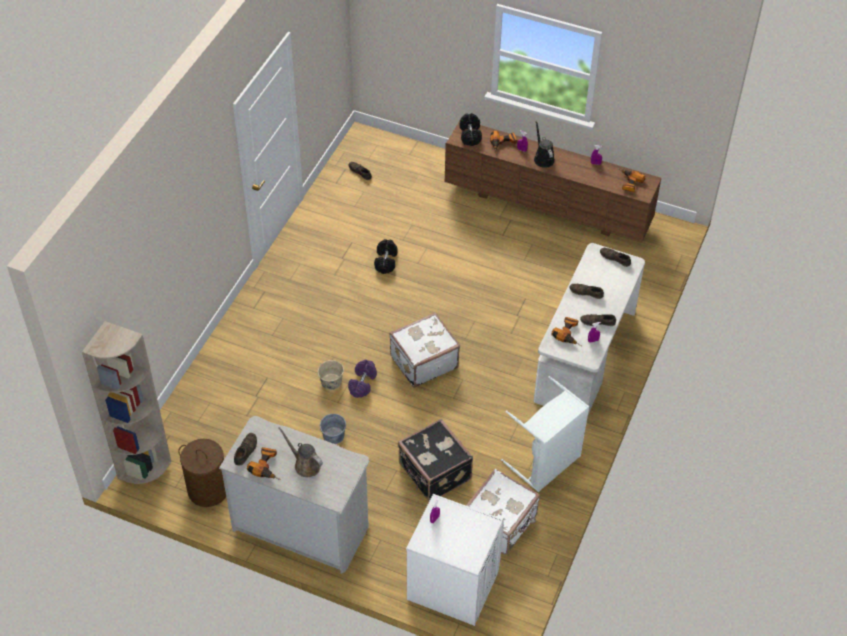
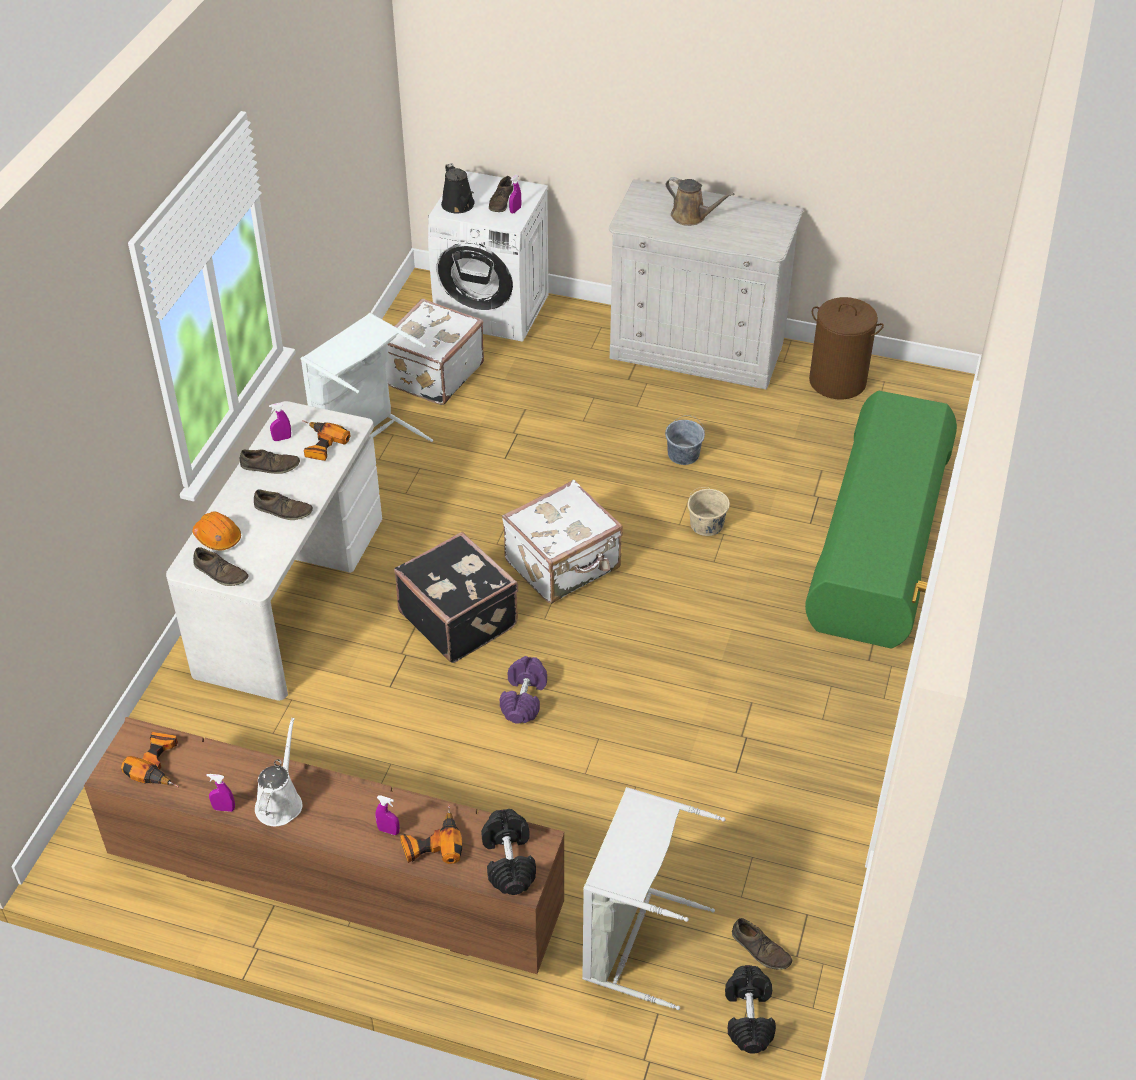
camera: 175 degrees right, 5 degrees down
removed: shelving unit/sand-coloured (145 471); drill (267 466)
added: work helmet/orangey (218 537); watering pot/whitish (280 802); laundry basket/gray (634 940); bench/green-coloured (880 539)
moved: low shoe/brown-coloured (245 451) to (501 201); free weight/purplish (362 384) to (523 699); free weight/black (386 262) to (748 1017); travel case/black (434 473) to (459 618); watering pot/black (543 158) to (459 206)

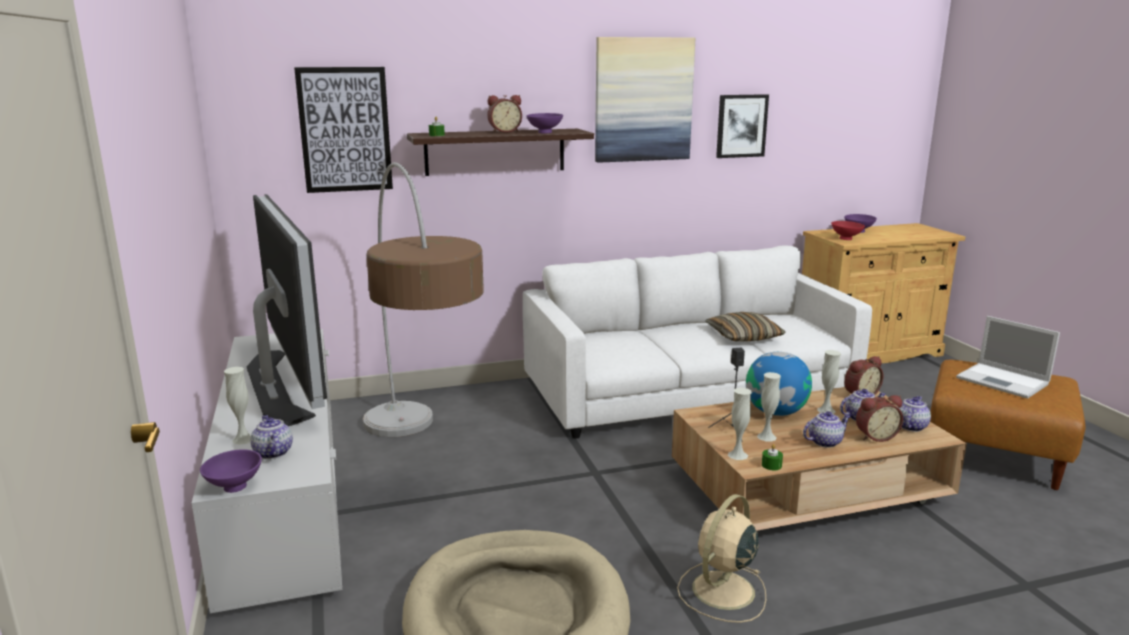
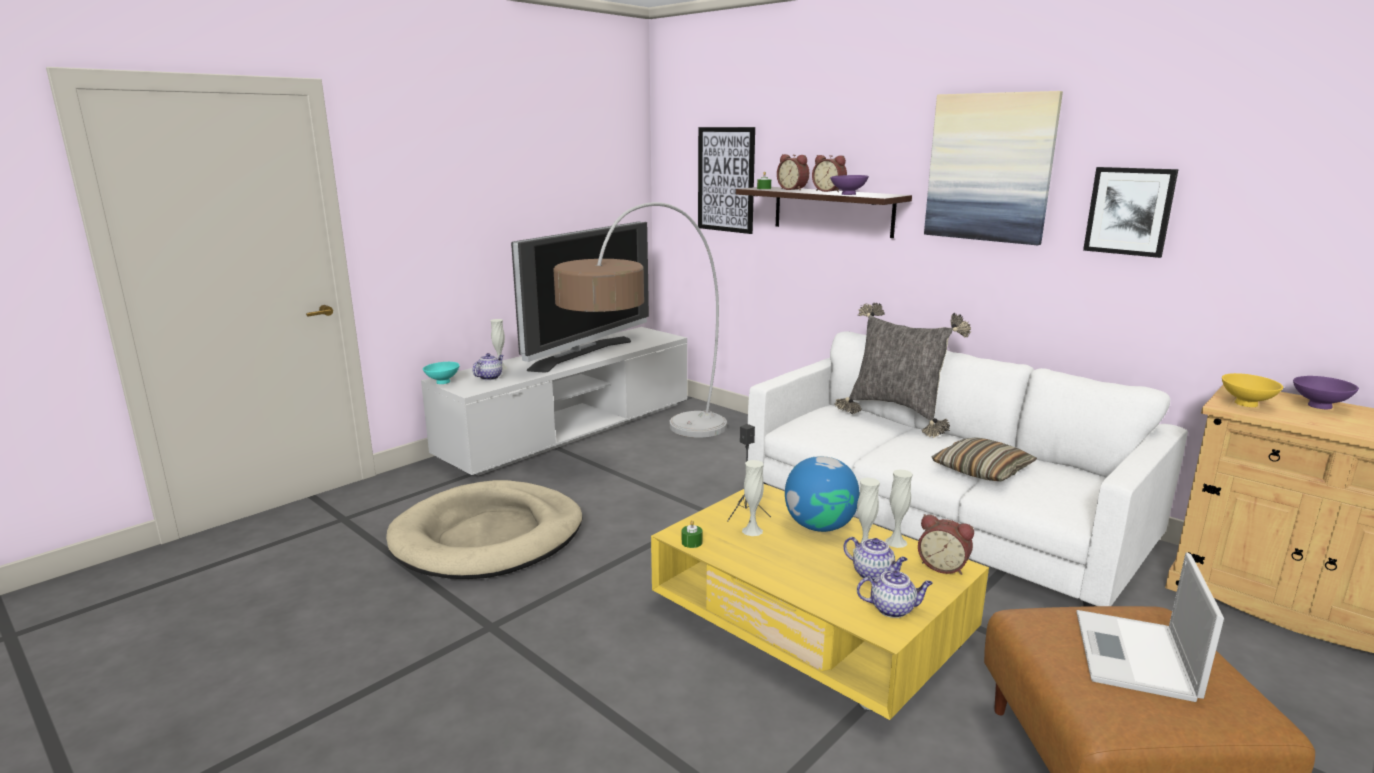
camera: 60 degrees right, 0 degrees up
removed: cooling fan/sand-coloured (722 591); pot for tea (825 442)
added: cushion (897 421)
moved: vase/whitish (737 455) to (896 542); bedside clock (875 436) to (793 189)
recoloured: serving bowl/purplish (235 488) to serving bowl/blue-green (442 382); low table/brown-coloured (807 488) to low table/yellowish (809 623); serving bowl/red (846 238) to serving bowl/yellowish (1248 404)

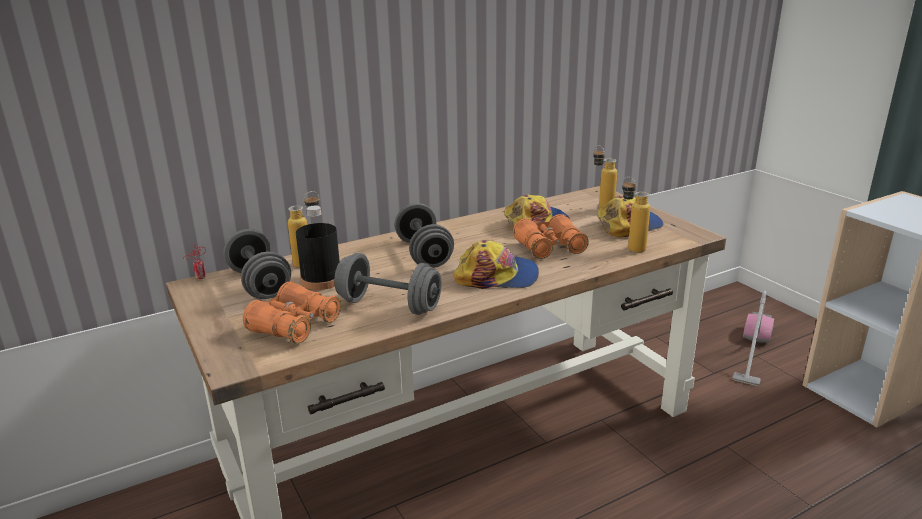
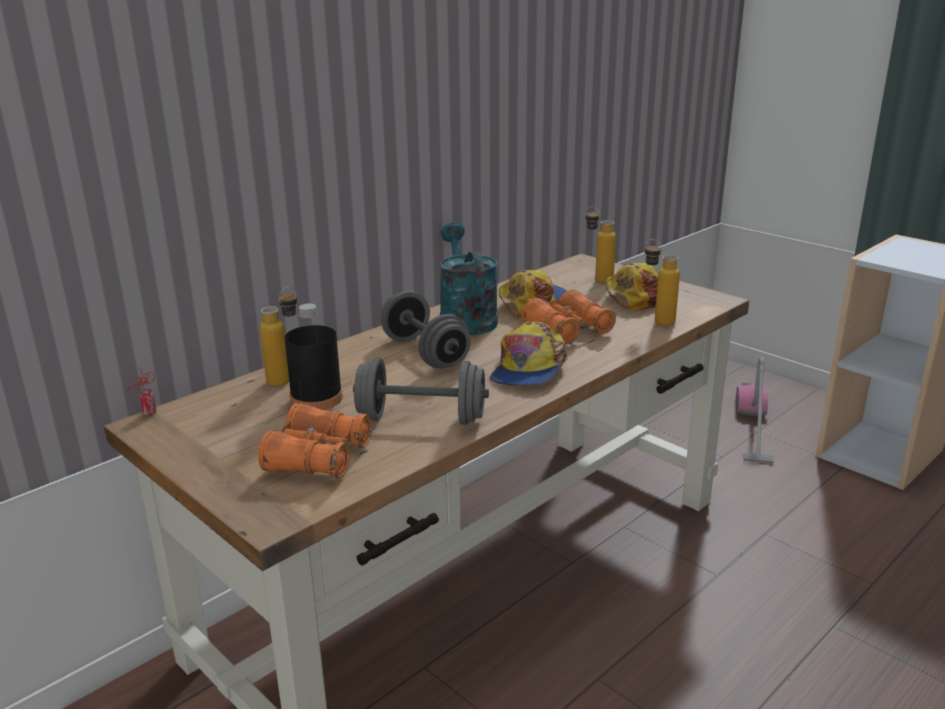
camera: 15 degrees left, 0 degrees up
removed: free weight/gray (259 284)
added: watering pot/blue-green (465 318)
turned: cap (497 276) = (528 369) 120 degrees clockwise

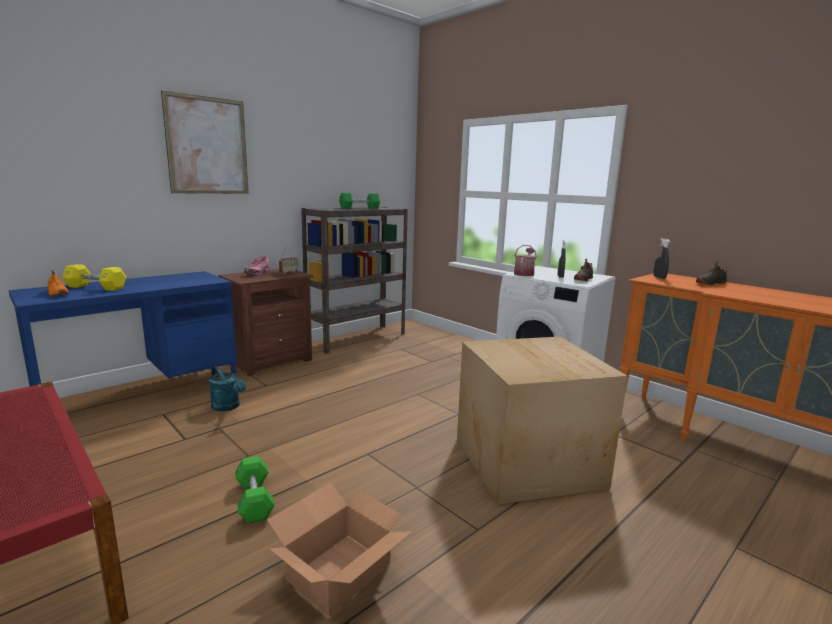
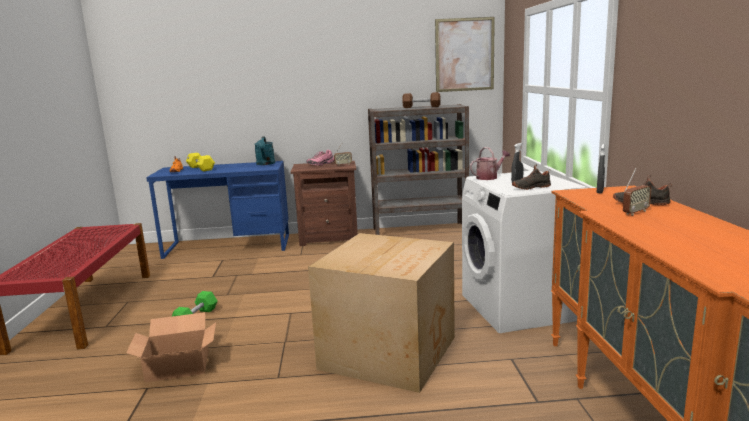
camera: 40 degrees right, 0 degrees up
added: radio (635 212)
moved: wall art (207 146) to (464 54); watering pot/blue-green (228 407) to (265 164)
recoloured: free weight/green-coloured (359 208) to free weight/brown-coloured (421 107)

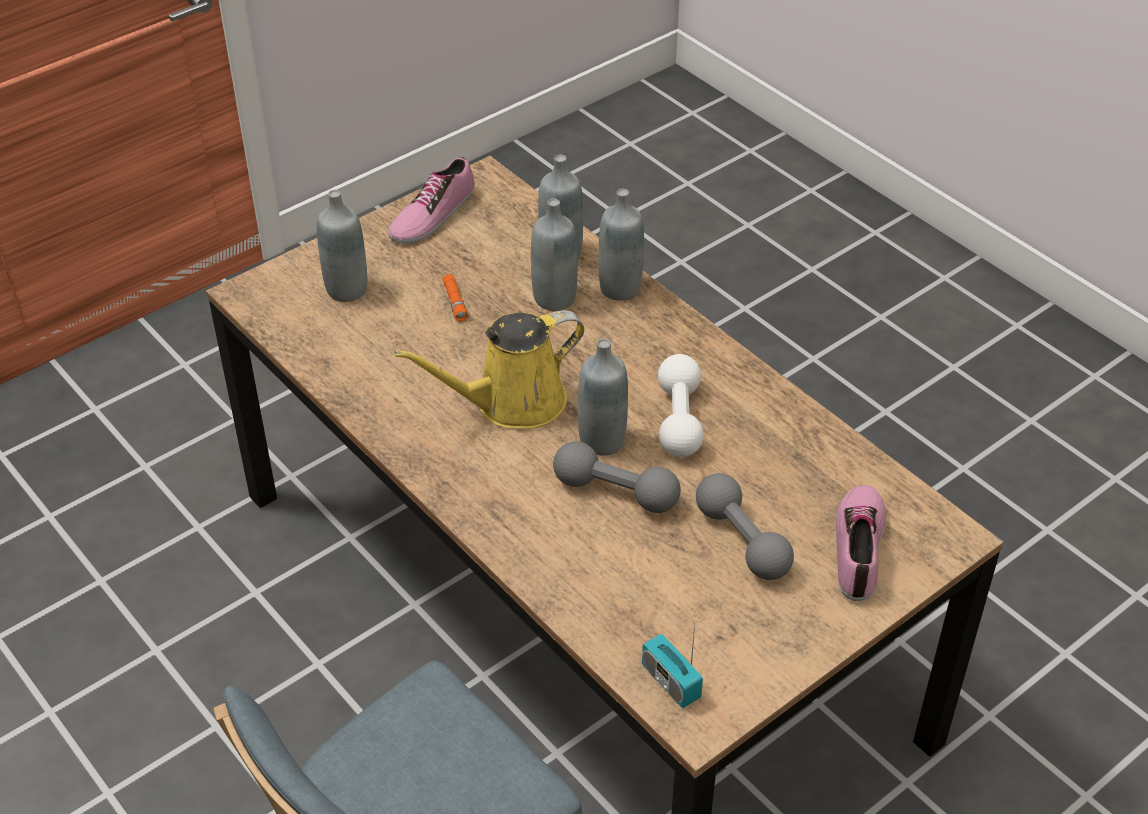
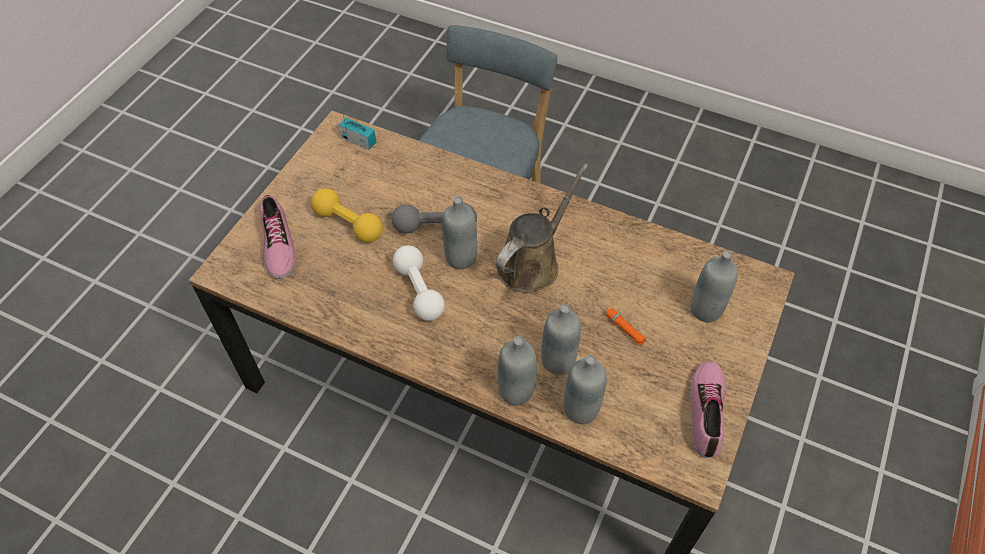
camera: 155 degrees right, 10 degrees up
recoloured: watering pot/yellowish (512 403) to watering pot/brown-coloured (532 263); free weight/gray (742 541) to free weight/yellowish (348 224)

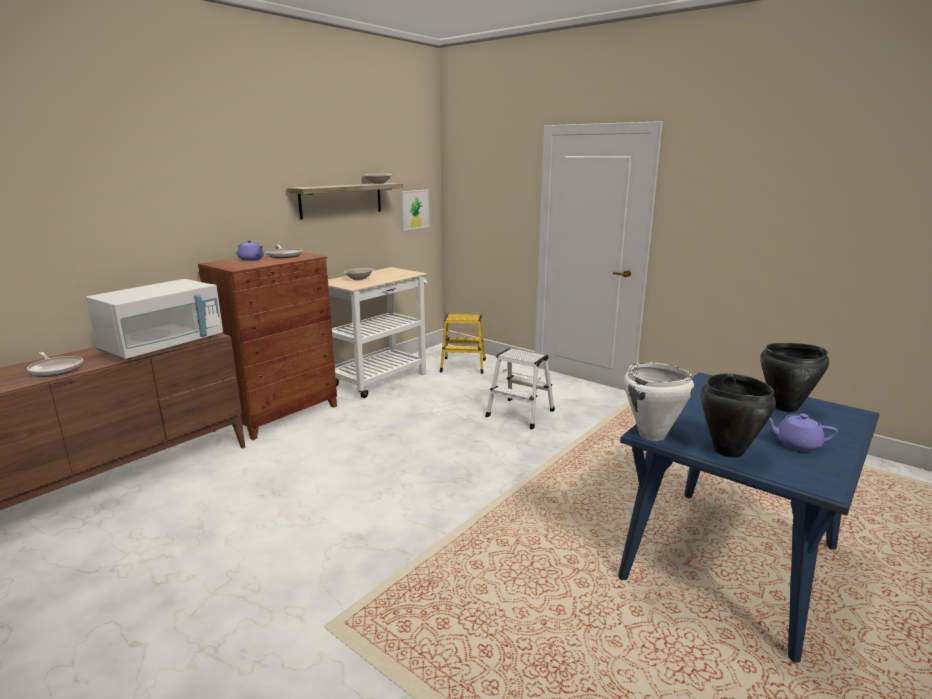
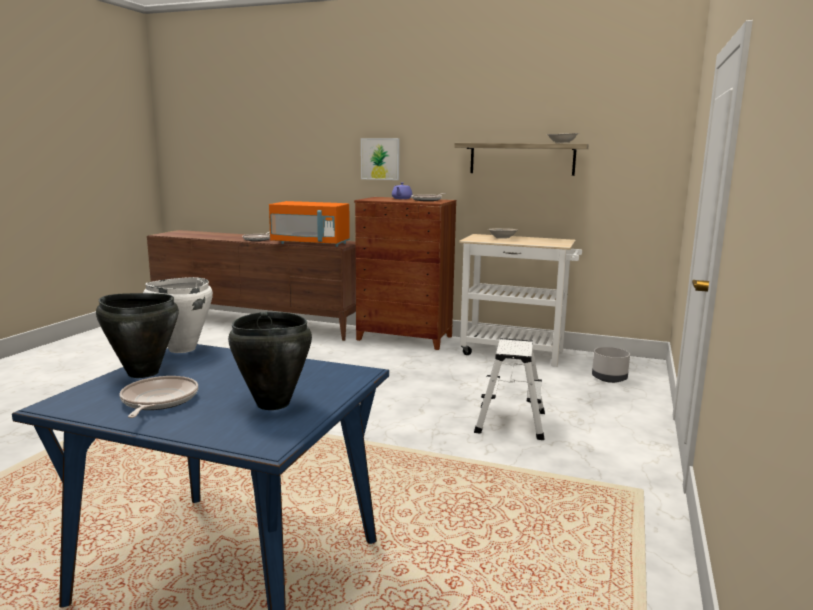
camera: 70 degrees right, 5 degrees down
moved: wall art (414 209) to (380 159)
replaced: stepladder/yellowish (463 365) to planter/gray (609 378); pot for tea/purplish (796 444) to frying pan (158 401)
recoloured: microwave oven/whitish (164 346) to microwave oven/orangey (311 244)

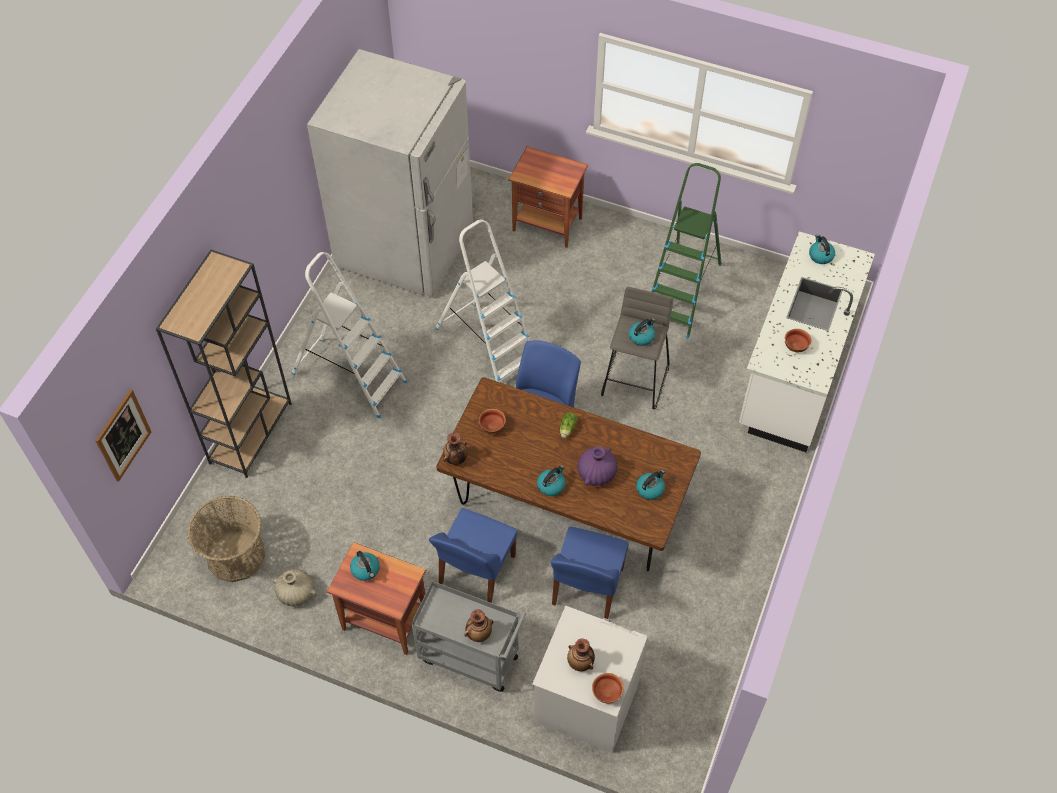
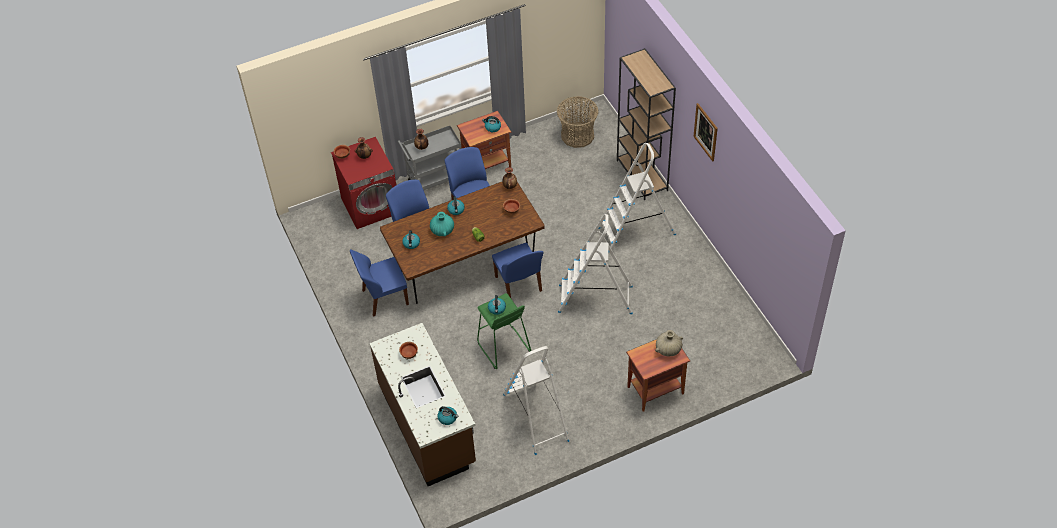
camera: 135 degrees right, 5 degrees down
removed: kitchen fridge/whitish (405 246)
added: upright chair/bluish (383 298)
moved: wall art (123 435) to (706 132); vase/sand-coloured (296 593) to (668 349)
recoloured: laundry appliance/whitish (585 703) to laundry appliance/red (371 205); vase/purplish (596 473) to vase/blue-green (442 230); stool seat/gray (635 381) to stool seat/green-coloured (503 347); stepladder/green-coloured (682 293) to stepladder/whitish (535 417); kitchen counter/whitish (794 372) to kitchen counter/brown-coloured (428 425)

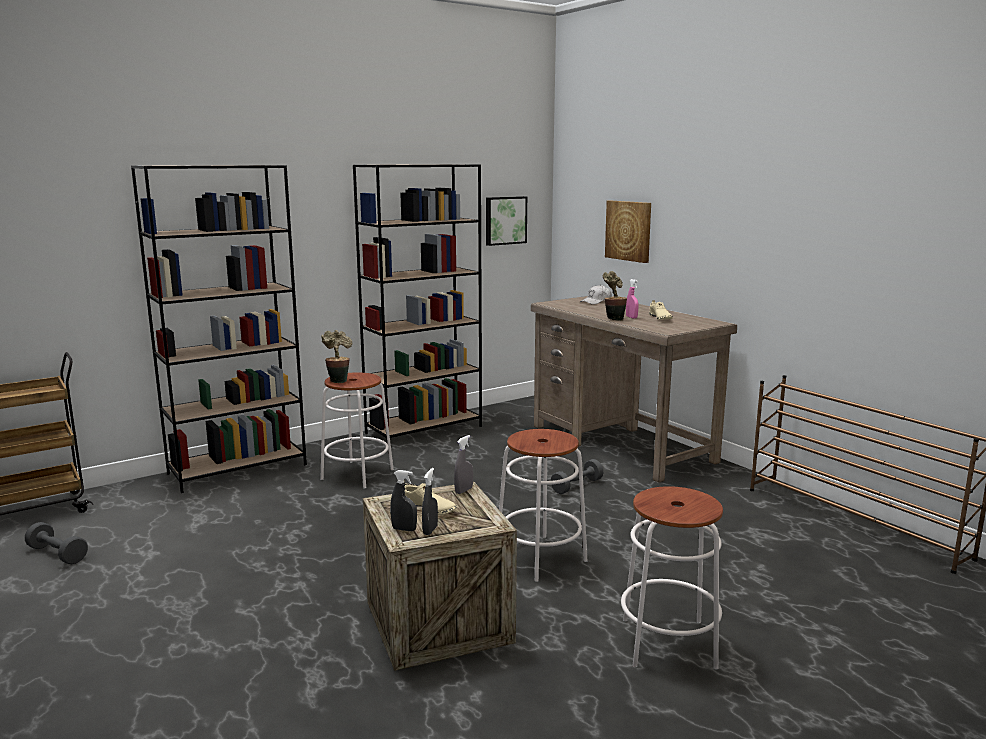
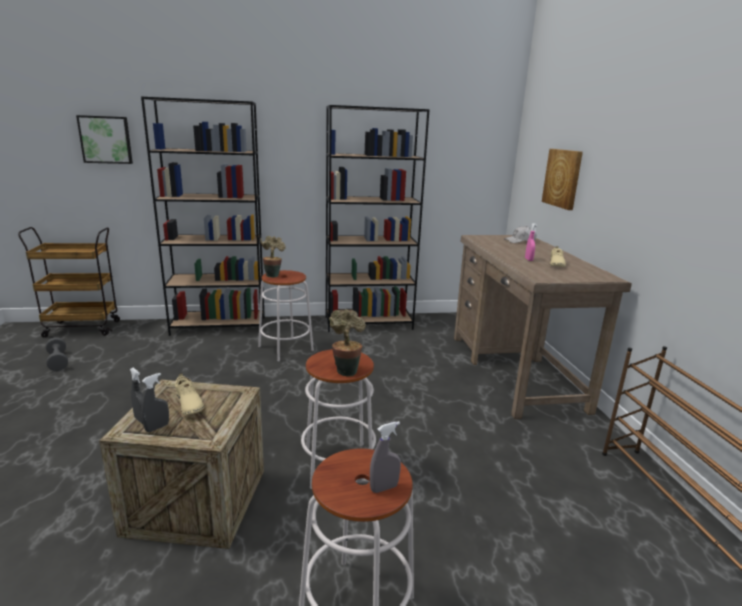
camera: 25 degrees right, 5 degrees up
removed: free weight/gray (577 486)
moved: hand sprayer/gray (463 490) to (384 488); wall art (505 220) to (106 139); potted plant (613 319) to (346 370)

